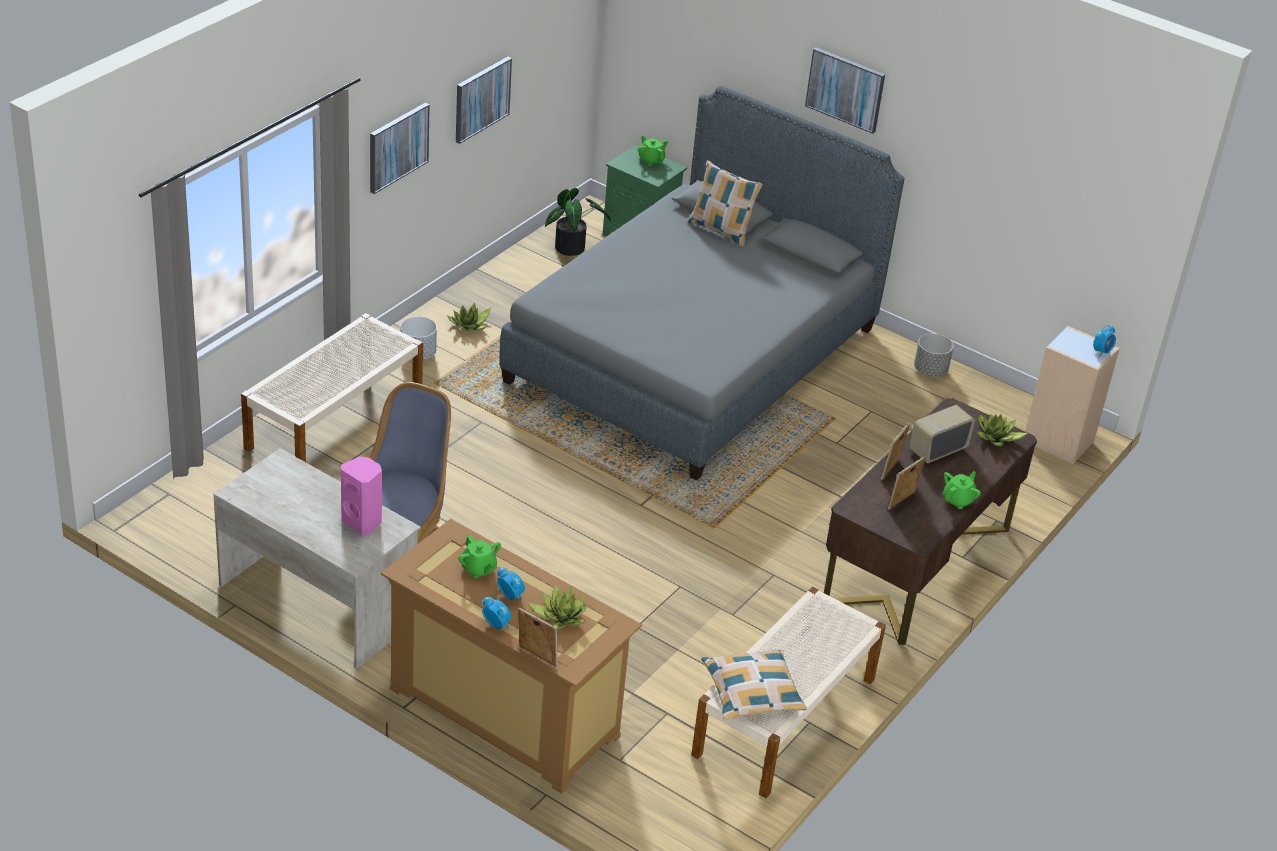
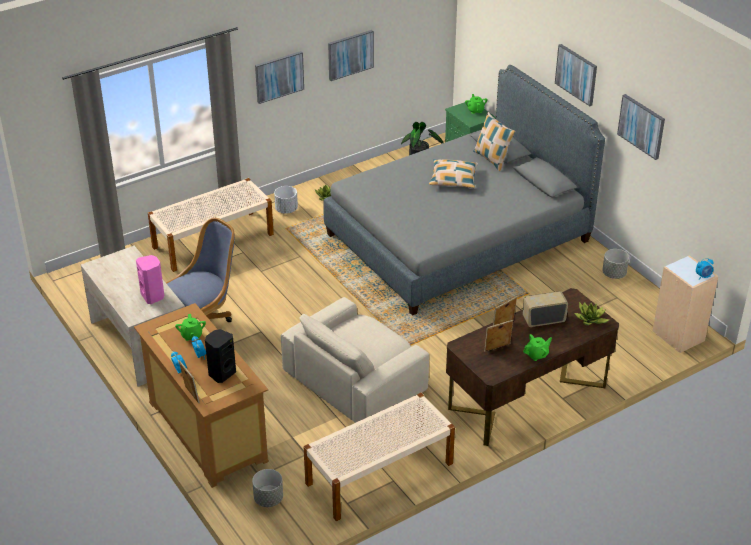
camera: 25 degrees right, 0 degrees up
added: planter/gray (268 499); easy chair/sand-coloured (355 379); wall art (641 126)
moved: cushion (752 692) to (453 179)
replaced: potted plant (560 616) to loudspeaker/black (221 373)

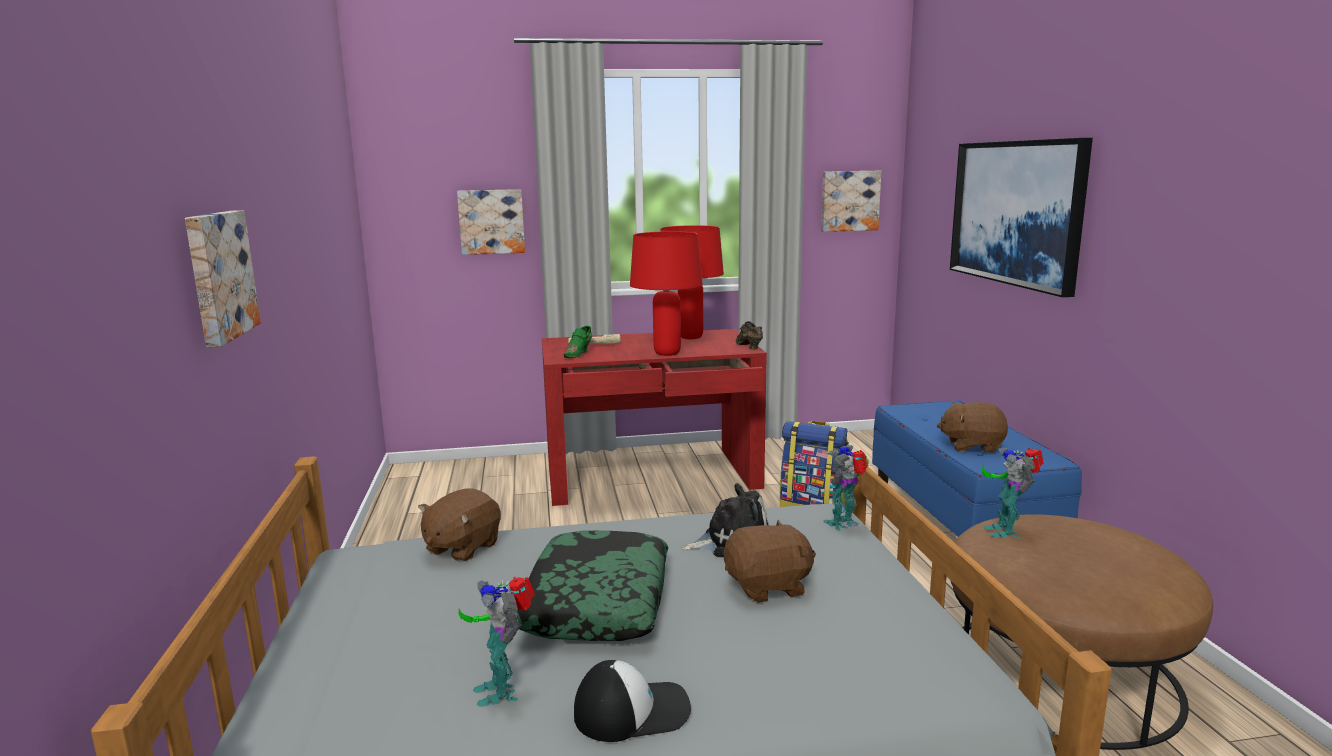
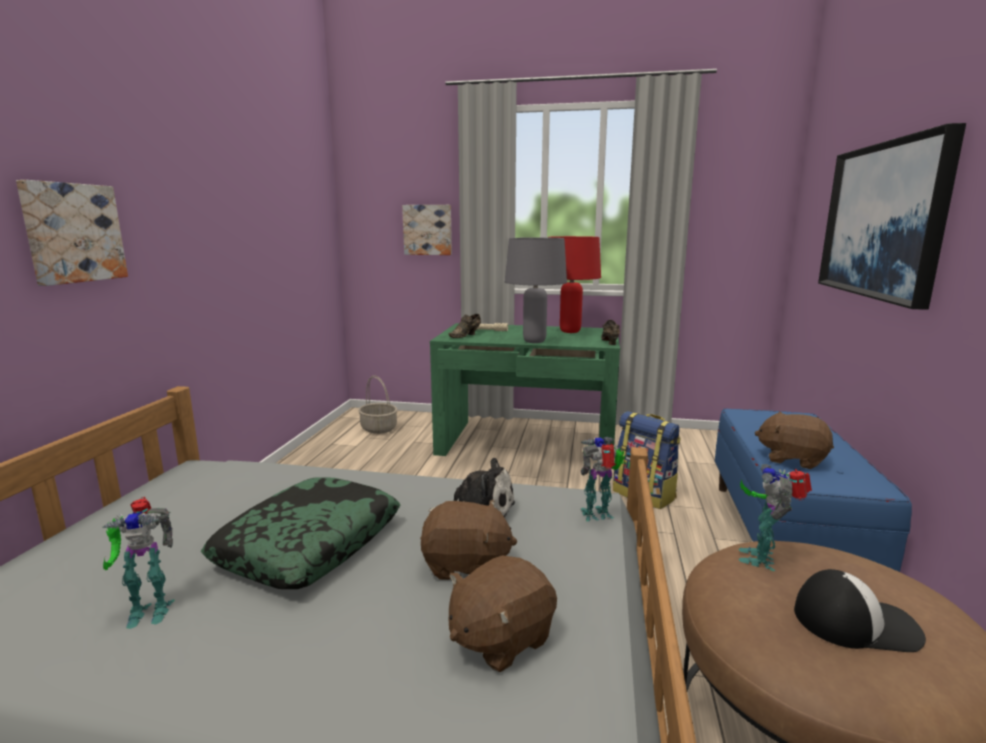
camera: 20 degrees right, 0 degrees up
removed: wall art (849 201)
added: household basket (379 428)
moved: plush toy/brown-coloured (461 547) to (500 638); cap (632 710) to (855 622)
recoloured: desk table/red (655 479) to desk table/green-coloured (527 446); low shoe/green-coloured (579 354) to low shoe/brown-coloured (466 335); lamp for a table/red (667 353) to lamp for a table/gray (534 341)
turned: model robot (501 689) = (148 610) 105 degrees counterclockwise

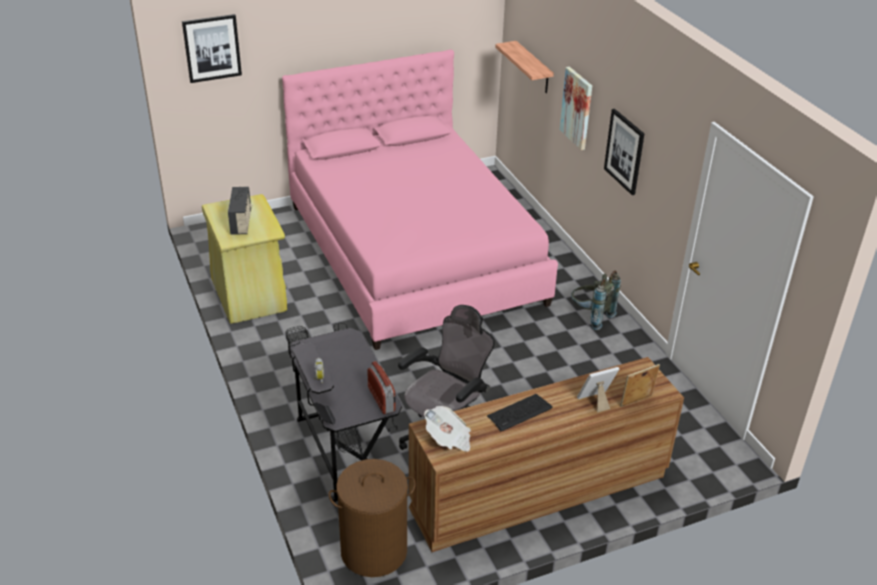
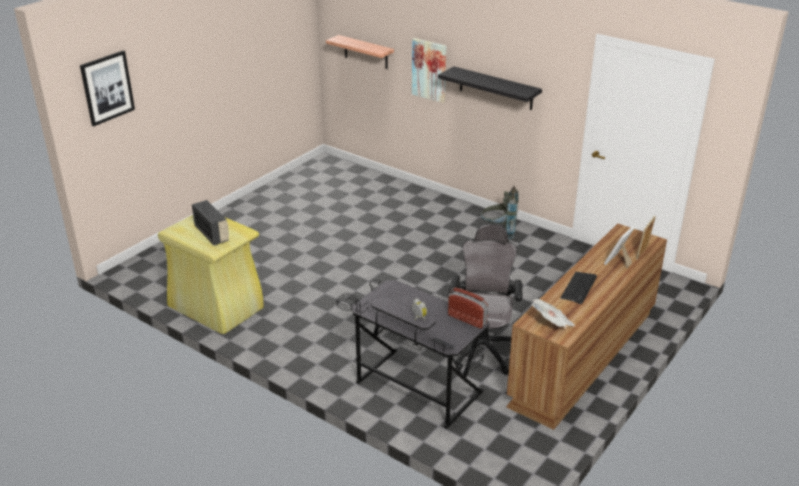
camera: 30 degrees left, 5 degrees down
removed: bedroom bed/pink (414 253); laundry basket/brown-coloured (373 551)
replaced: wall art (624 151) to shelf/black (496 88)

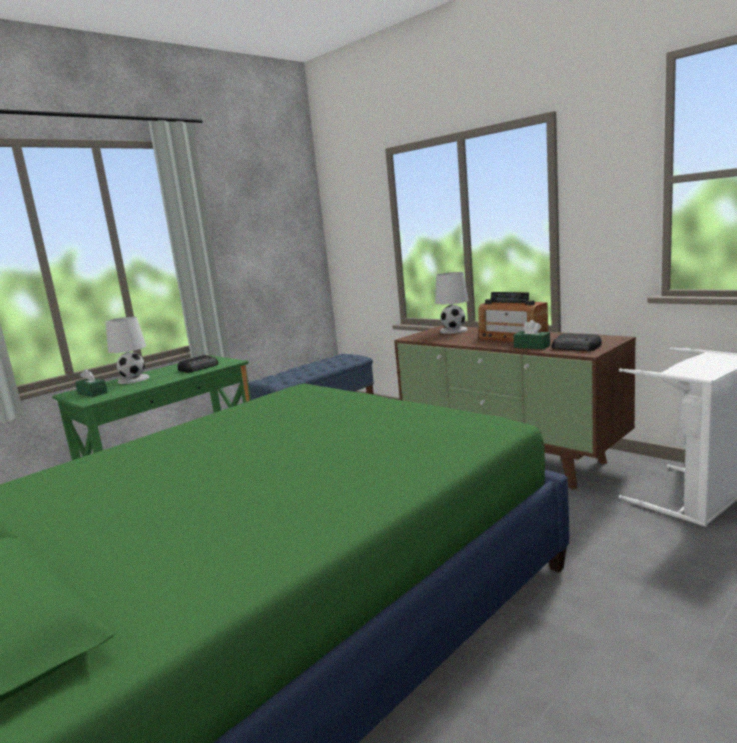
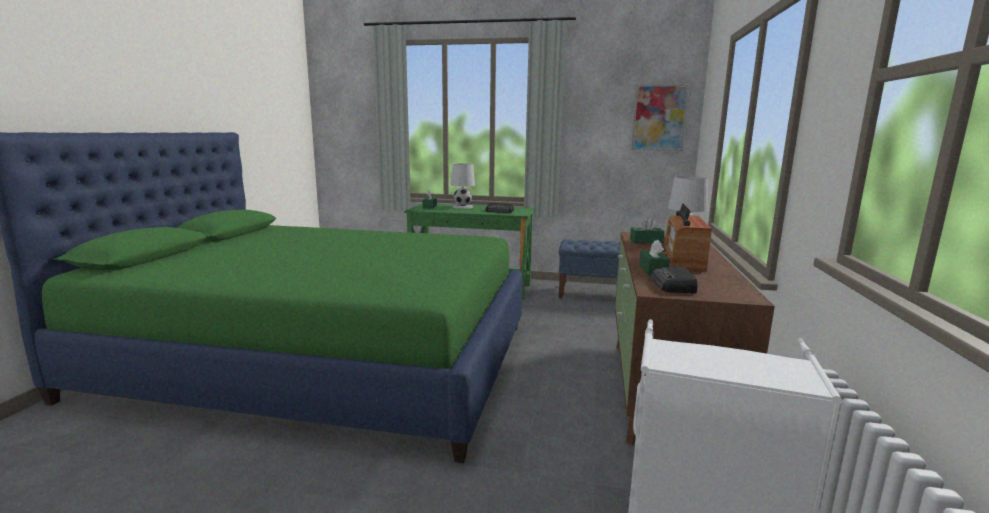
camera: 55 degrees right, 0 degrees up
added: box of tissues/green-coloured (646 241); wall art (659 117)

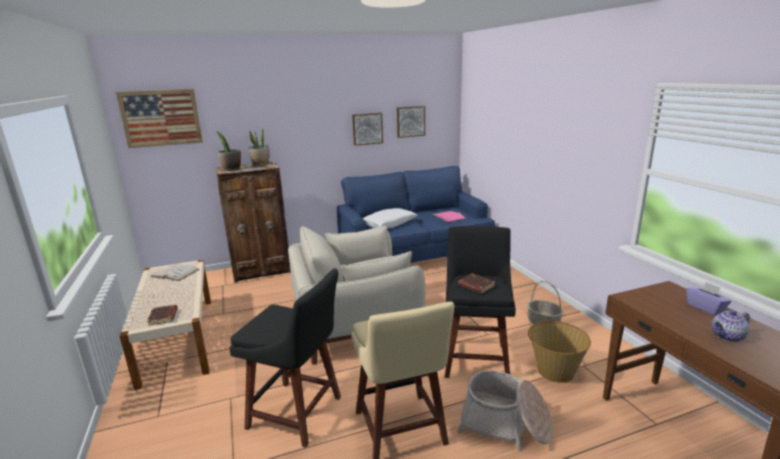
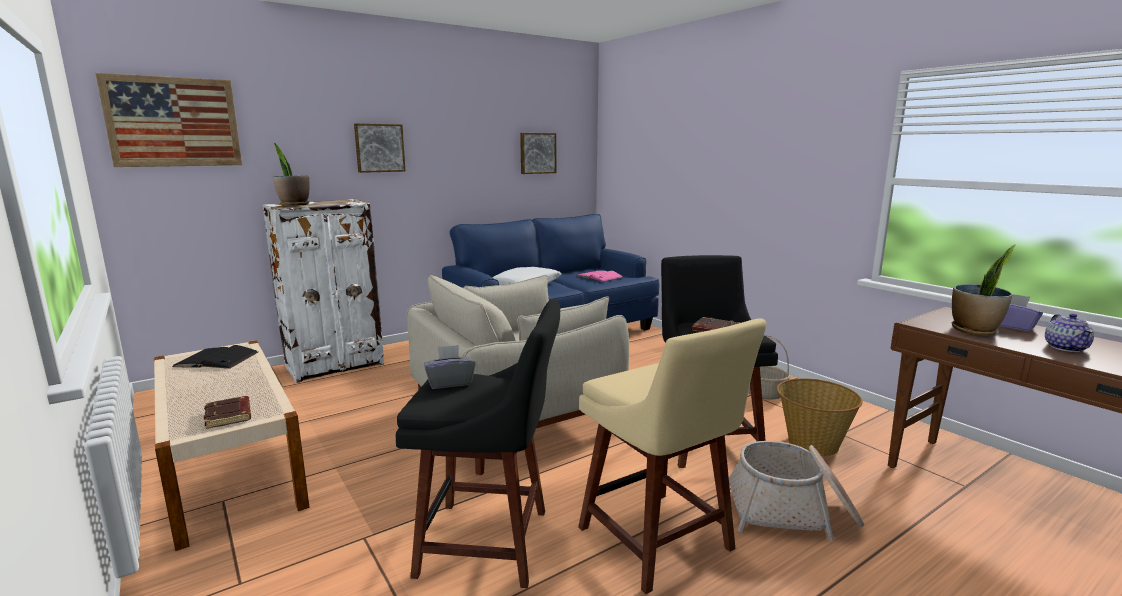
camera: 15 degrees left, 5 degrees down
added: box of tissues/gray (450 383)
moved: potted plant (261 164) to (974 330); wall art (367 128) to (379 148)
recoloured: book/whitish (175 273) to book/black (217 359); cupboard/brown-coloured (262 271) to cupboard/whitish (335 365)
turned: pot for tea (728 336) = (1066 347) 45 degrees counterclockwise

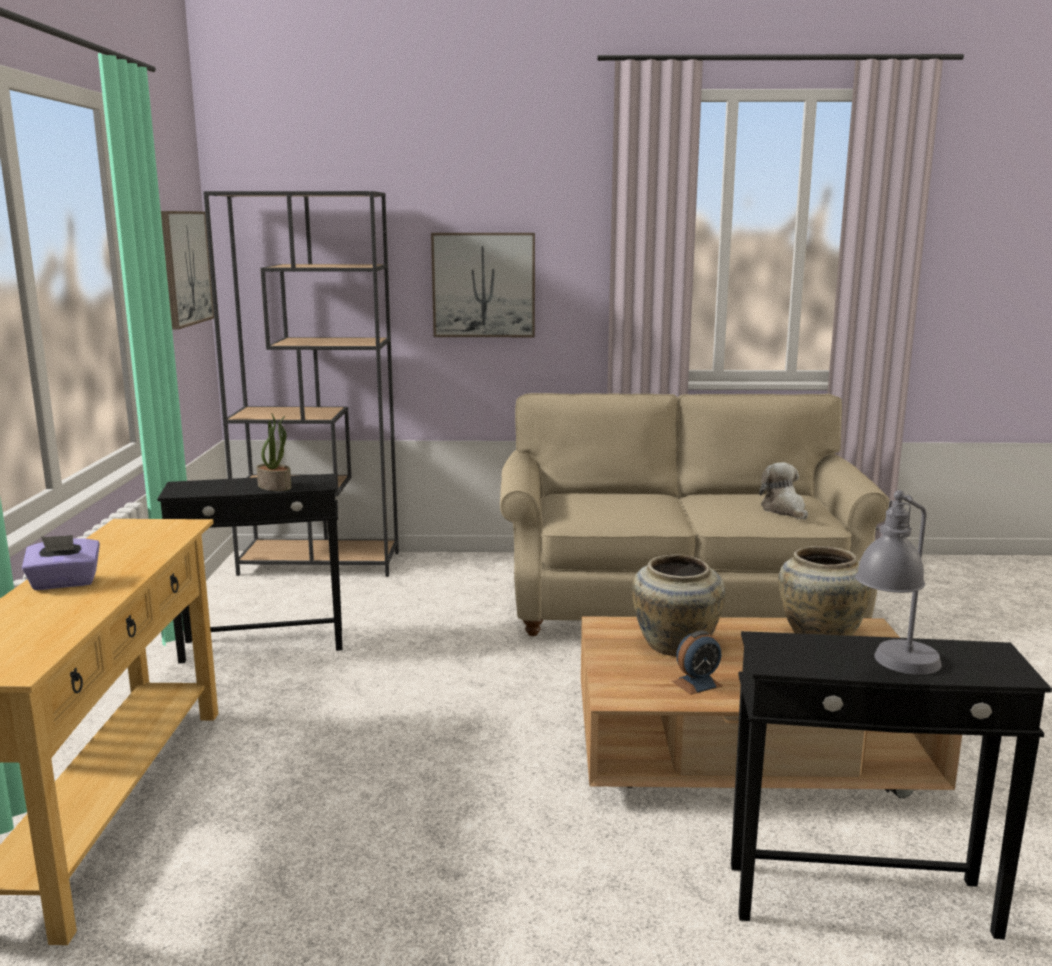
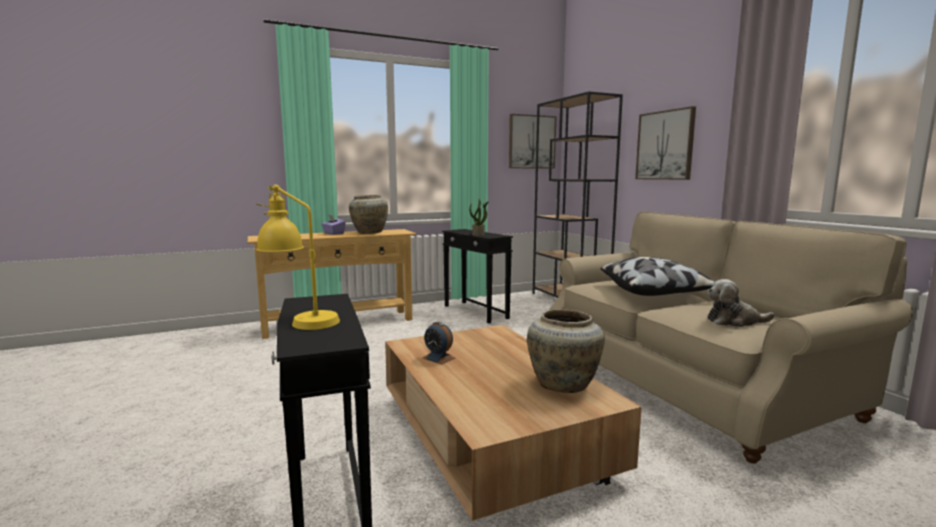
camera: 65 degrees right, 5 degrees down
added: cushion (655 292)
moved: vase/sand-coloured (674 646) to (369 232)
recoloured: lamp for a table/gray (894 669) to lamp for a table/yellowish (299 320)
turned: plush toy (784 510) = (734 321) 135 degrees counterclockwise

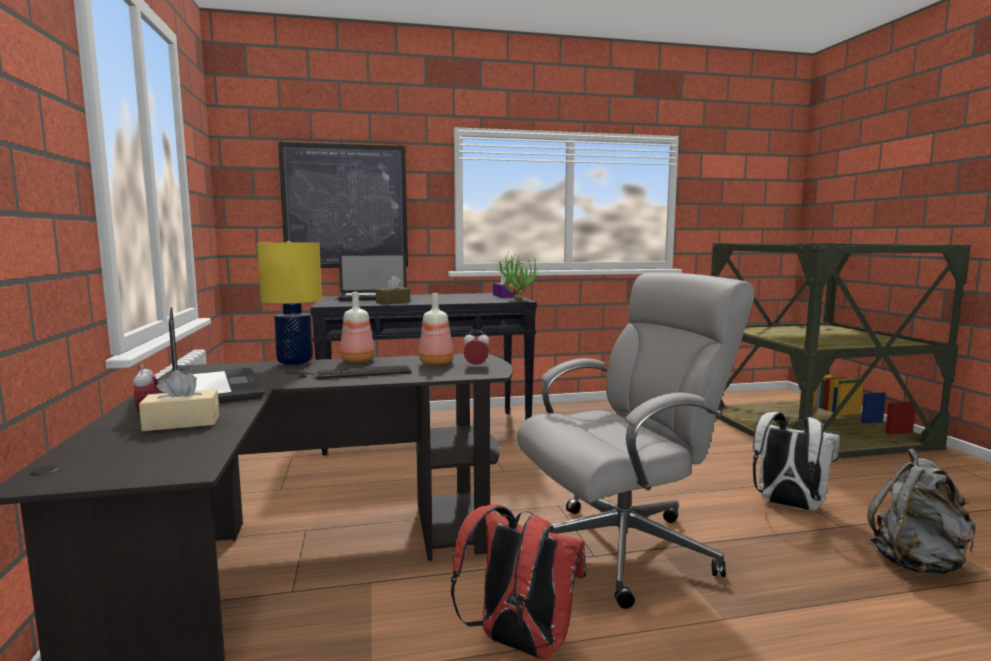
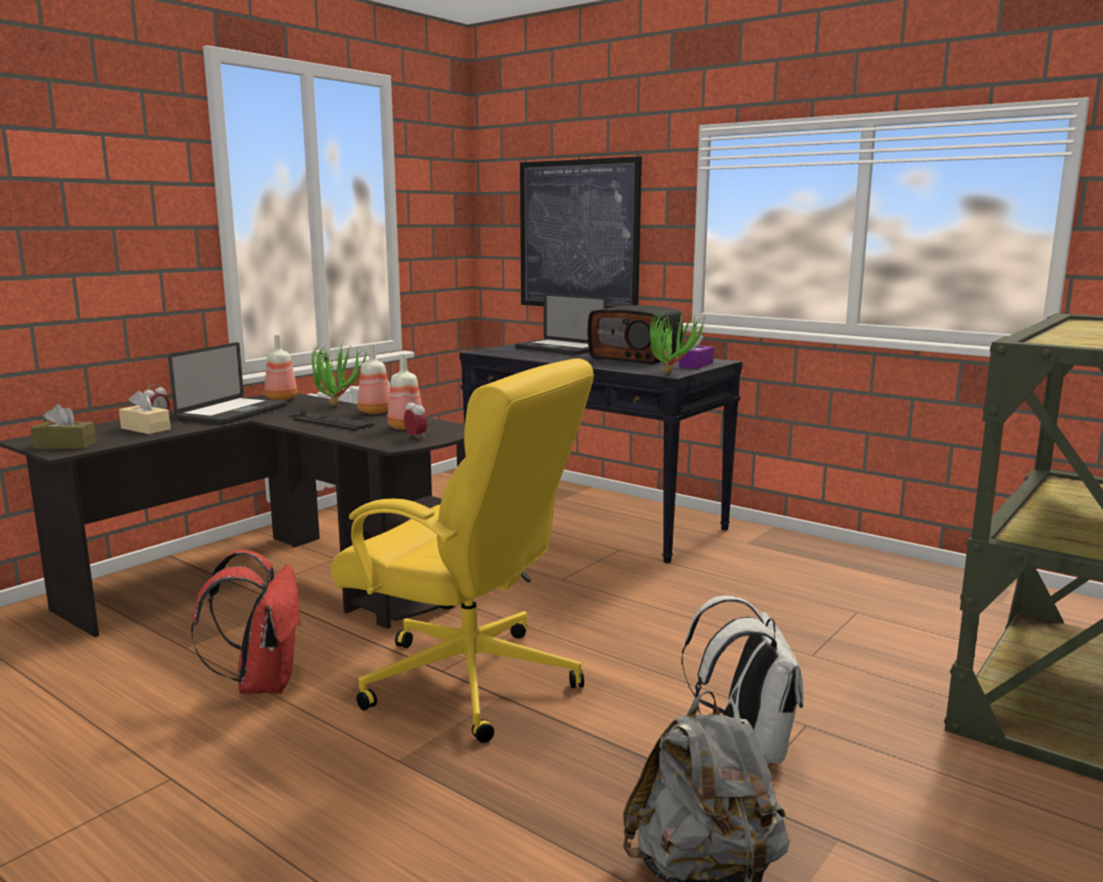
camera: 50 degrees right, 5 degrees up
added: beverage bottle (280 398); radio (636 358)
moved: box of tissues/brown-coloured (393 302) to (65 445)
replaced: lamp for a table/yellowish (295 363) to potted plant (337 404)
recoloured: office chair/gray (620 550) to office chair/yellowish (469 679)

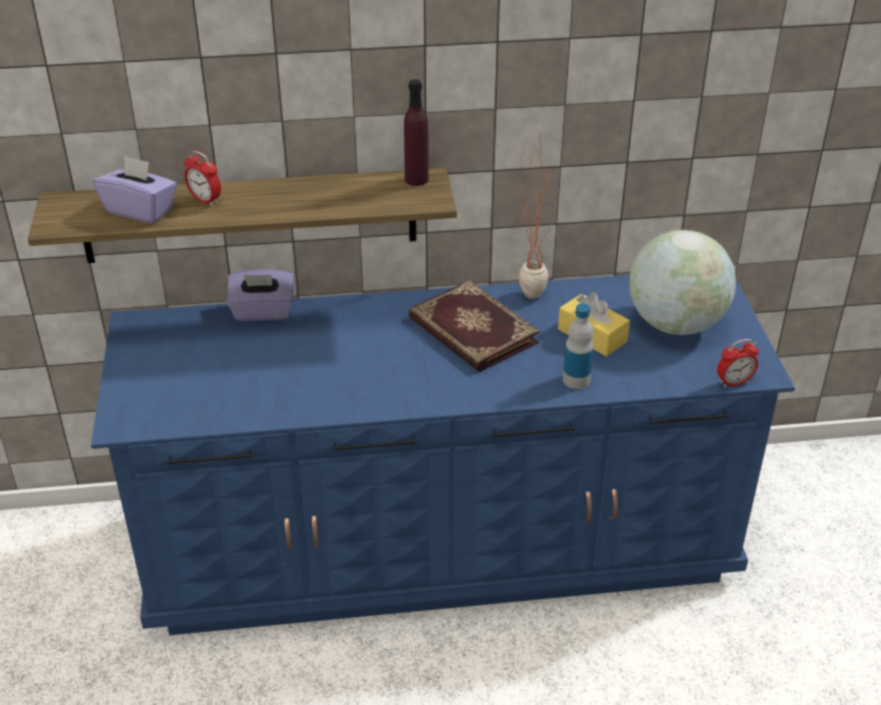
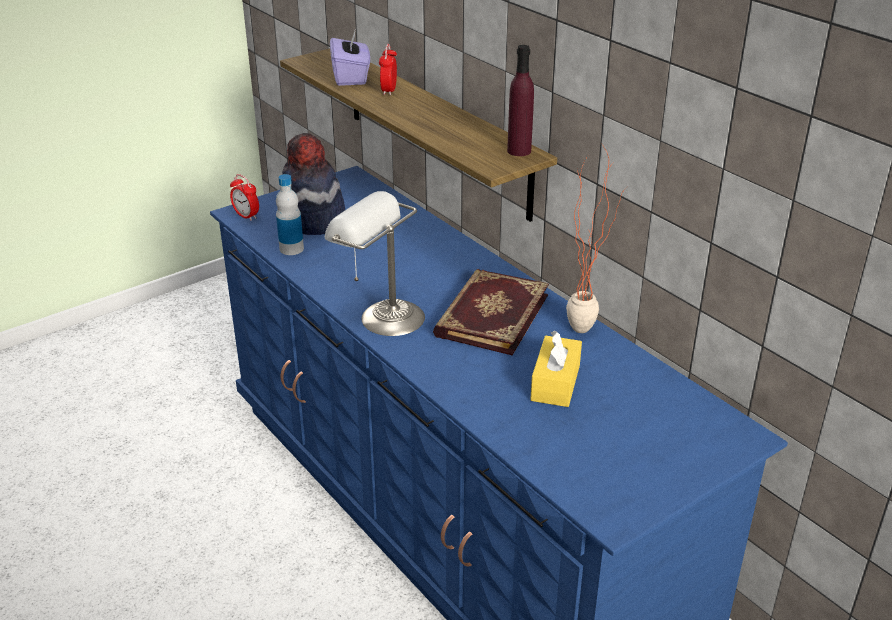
camera: 60 degrees right, 5 degrees down
removed: box of tissues/purplish (263 312); world globe (676 324)
added: clothing hat (312 220); lamp for a table/whitish (380 314)
moved: beverage bottle (576 380) to (291 249); bedside clock (734 382) to (246 216)

